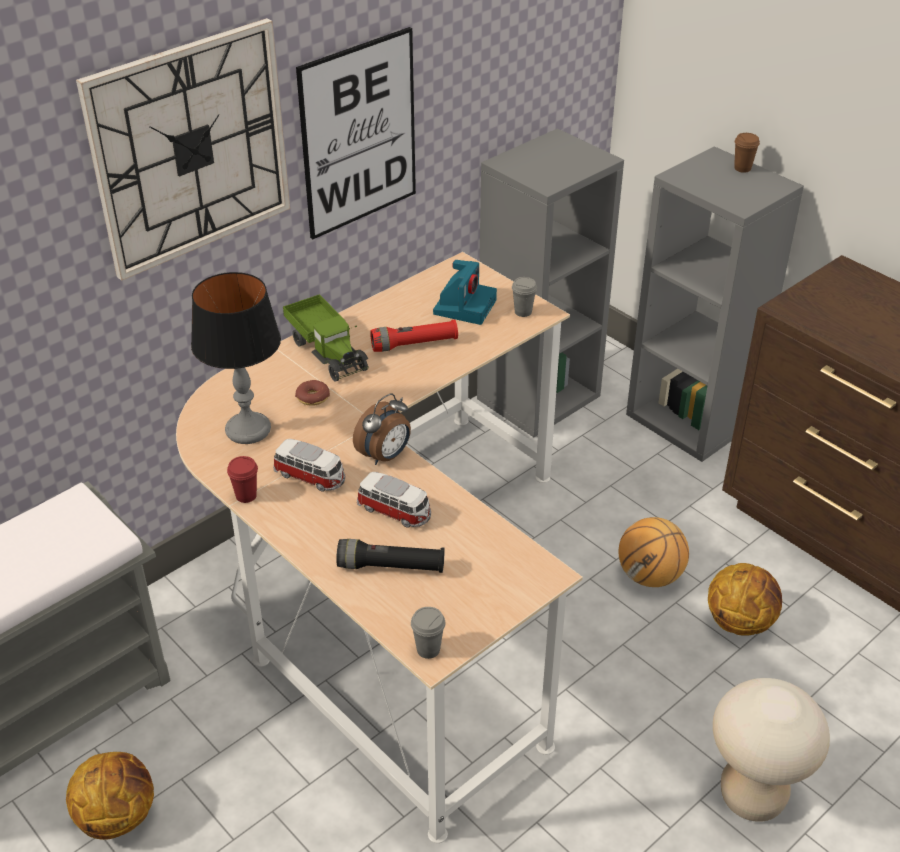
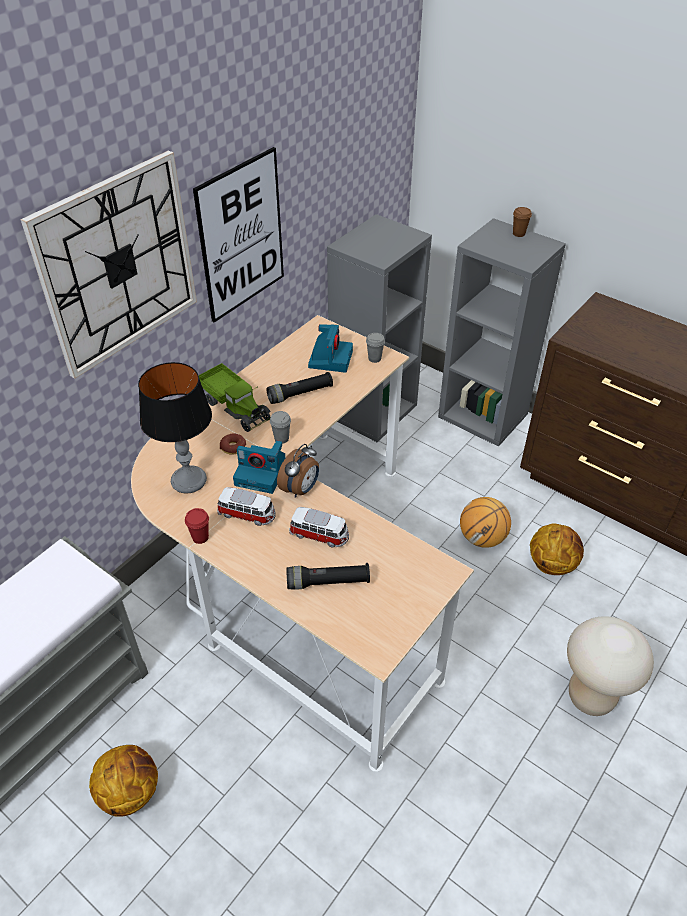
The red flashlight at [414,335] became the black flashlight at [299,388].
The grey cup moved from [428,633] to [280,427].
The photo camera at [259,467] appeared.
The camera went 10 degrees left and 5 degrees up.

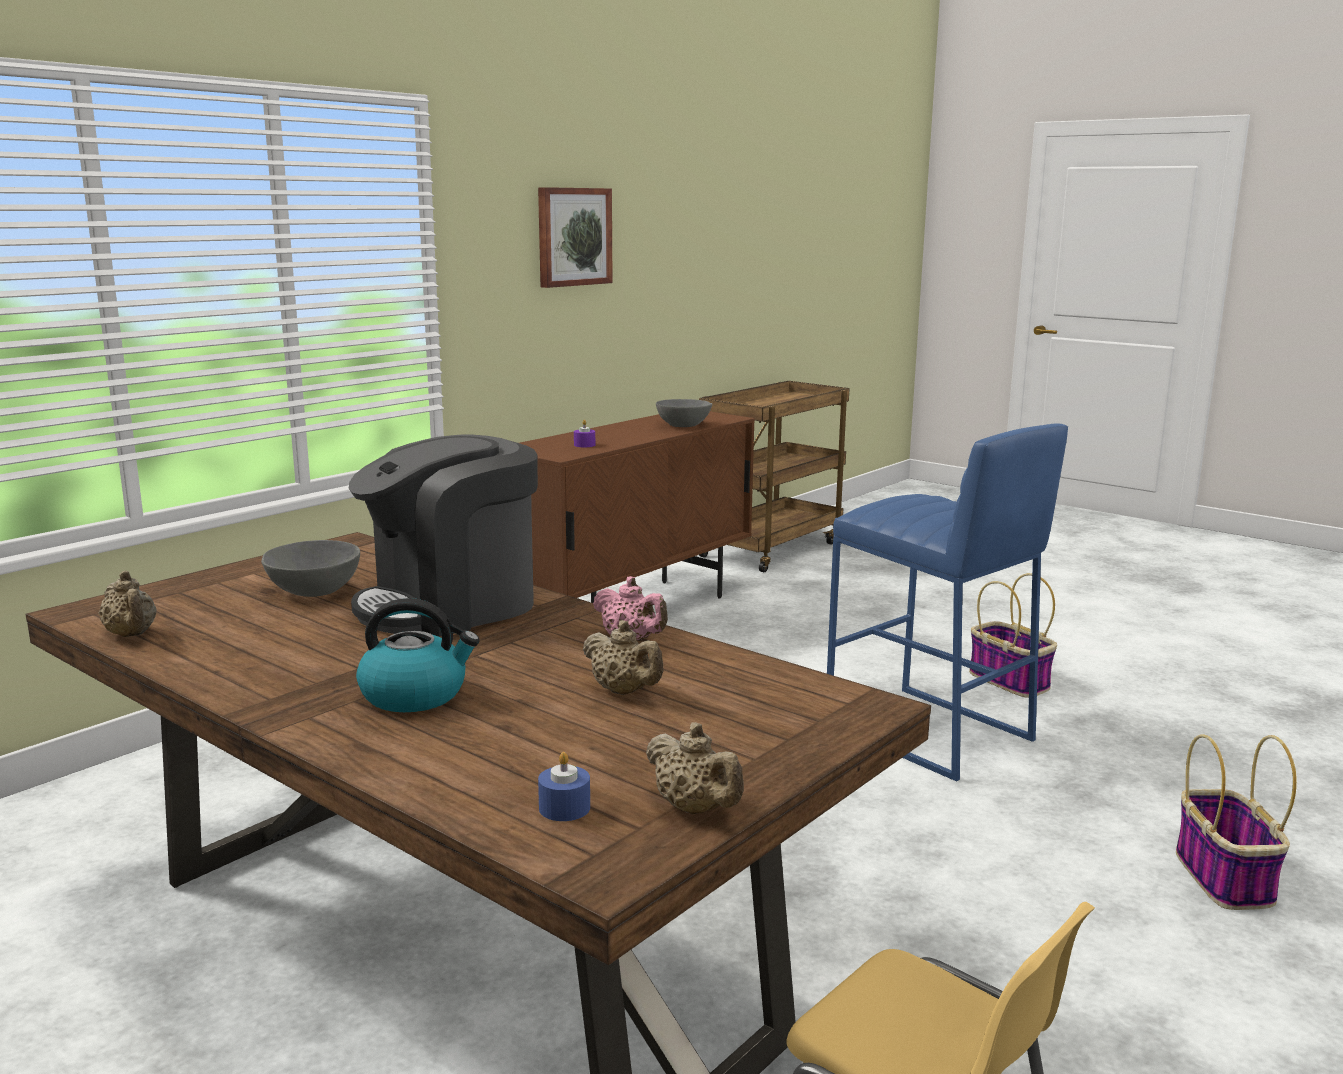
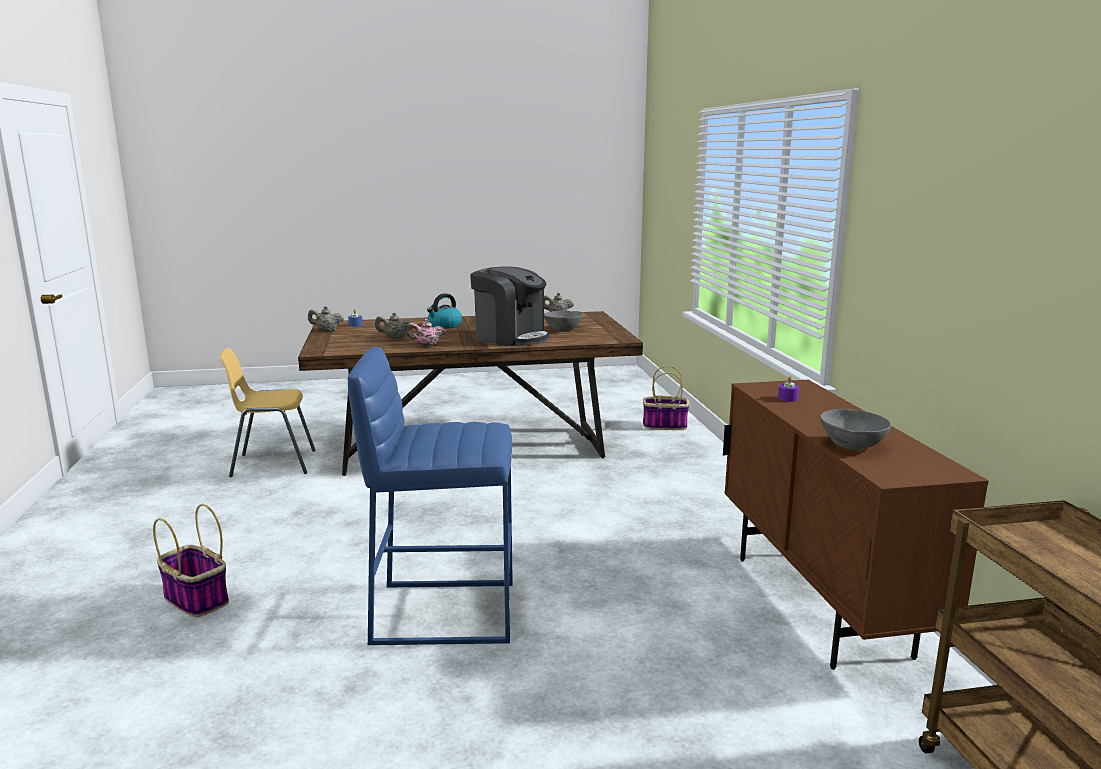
The coffee machine at [443,536] turned 120 degrees clockwise.
The picture at [575,237] disappeared.
The basket moved from [1013,635] to [666,398].
The camera went 130 degrees right and 0 degrees up.

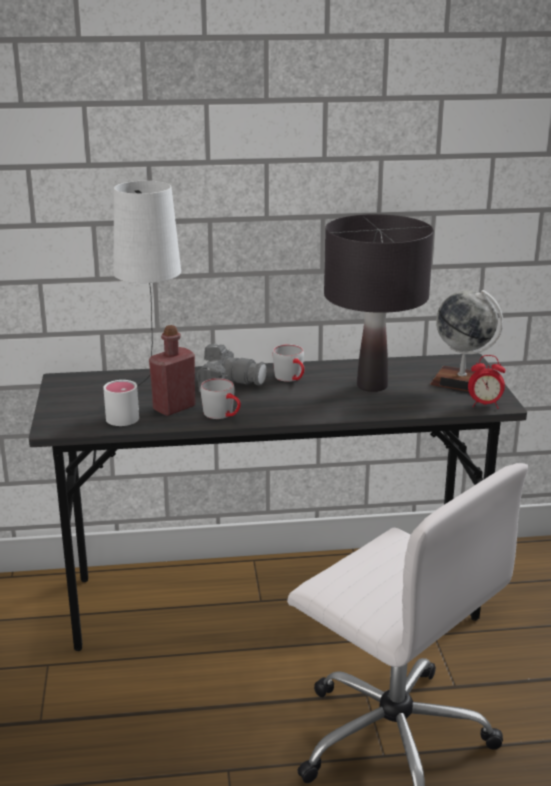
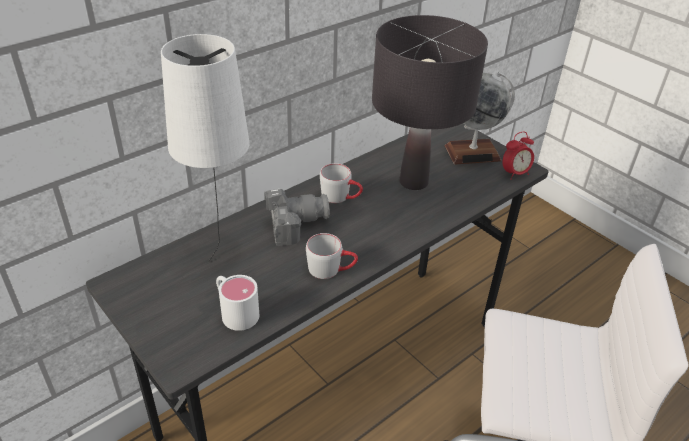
The red bottle at [172,370] disappeared.
The camera went 35 degrees left and 15 degrees up.

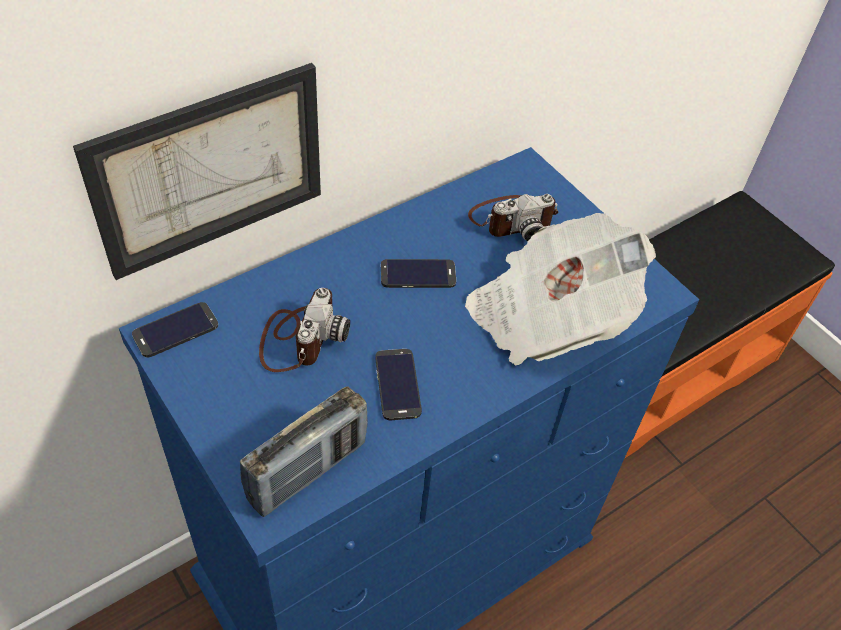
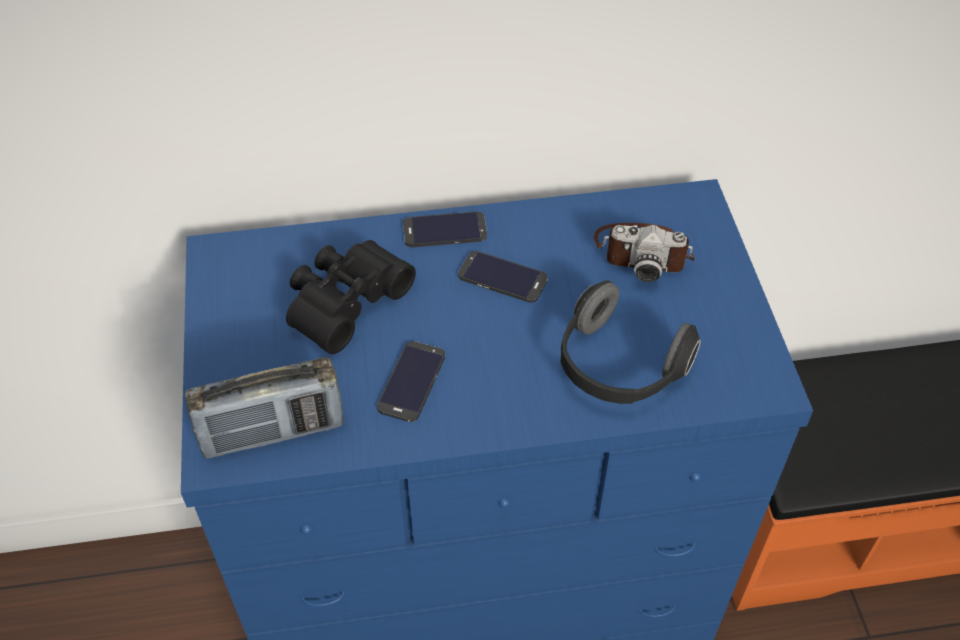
The picture at [197,171] disappeared.
The phone moved from [175,330] to [445,229].
The photo camera at [304,330] was replaced by the black binoculars at [351,297].
The newspaper at [560,289] was replaced by the headphones at [631,342].
The camera went 30 degrees right and 0 degrees up.

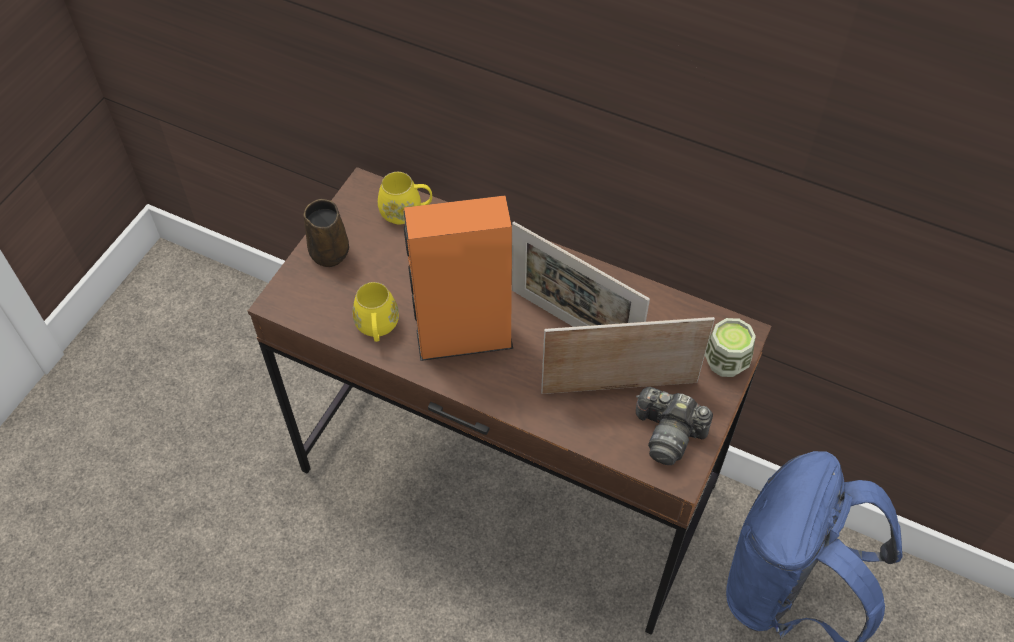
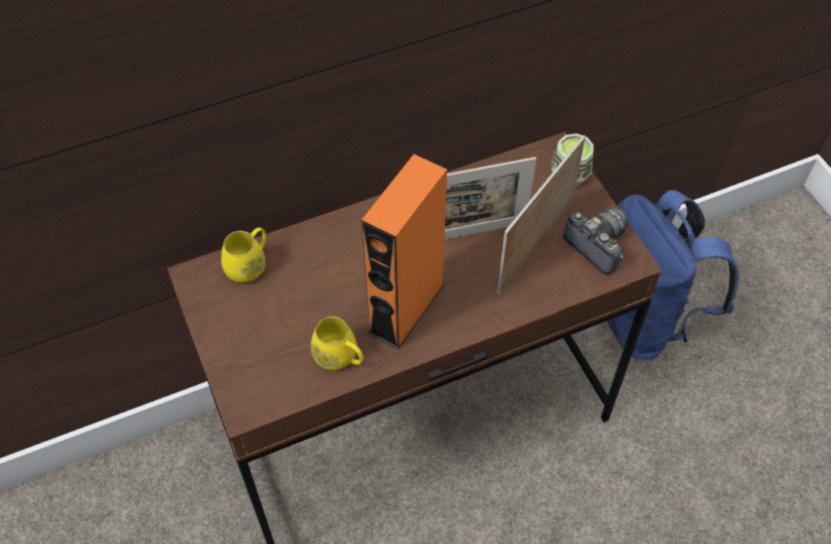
The brown mug at [326,233] disappeared.
The photo camera at [674,426] turned 105 degrees counterclockwise.
The camera went 50 degrees left and 0 degrees up.

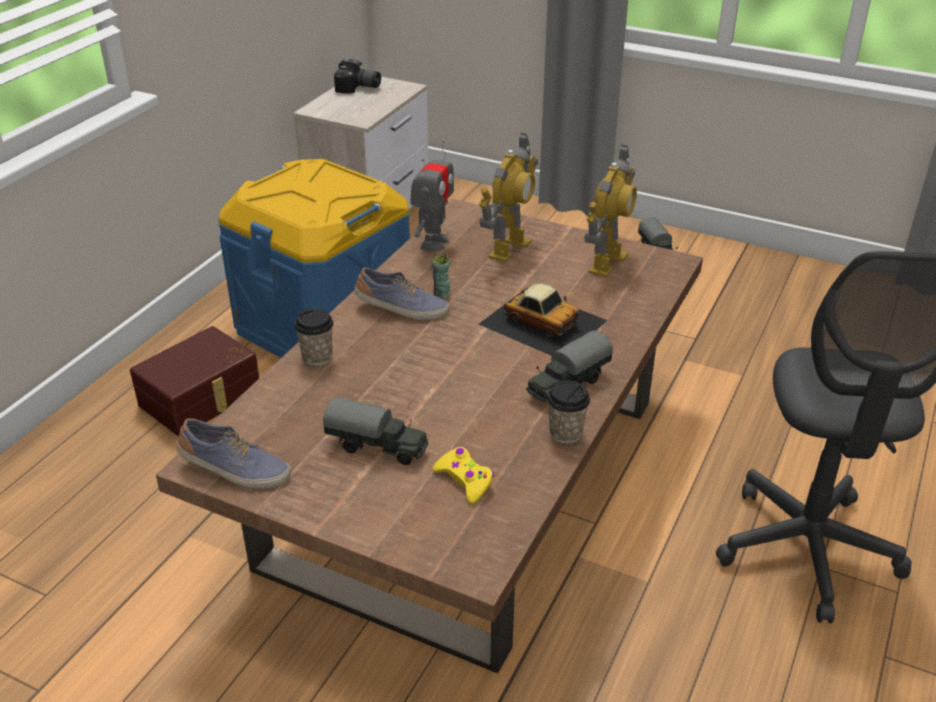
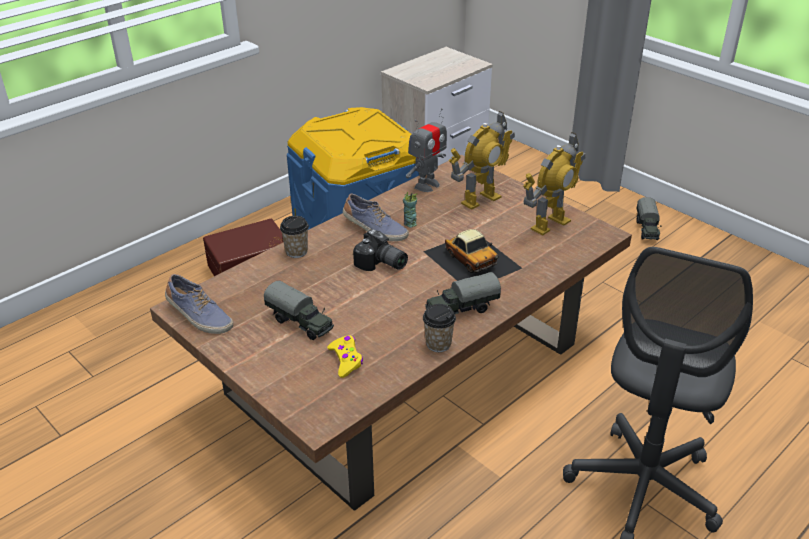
The photo camera moved from [357,76] to [380,250].
The camera went 20 degrees right and 0 degrees up.

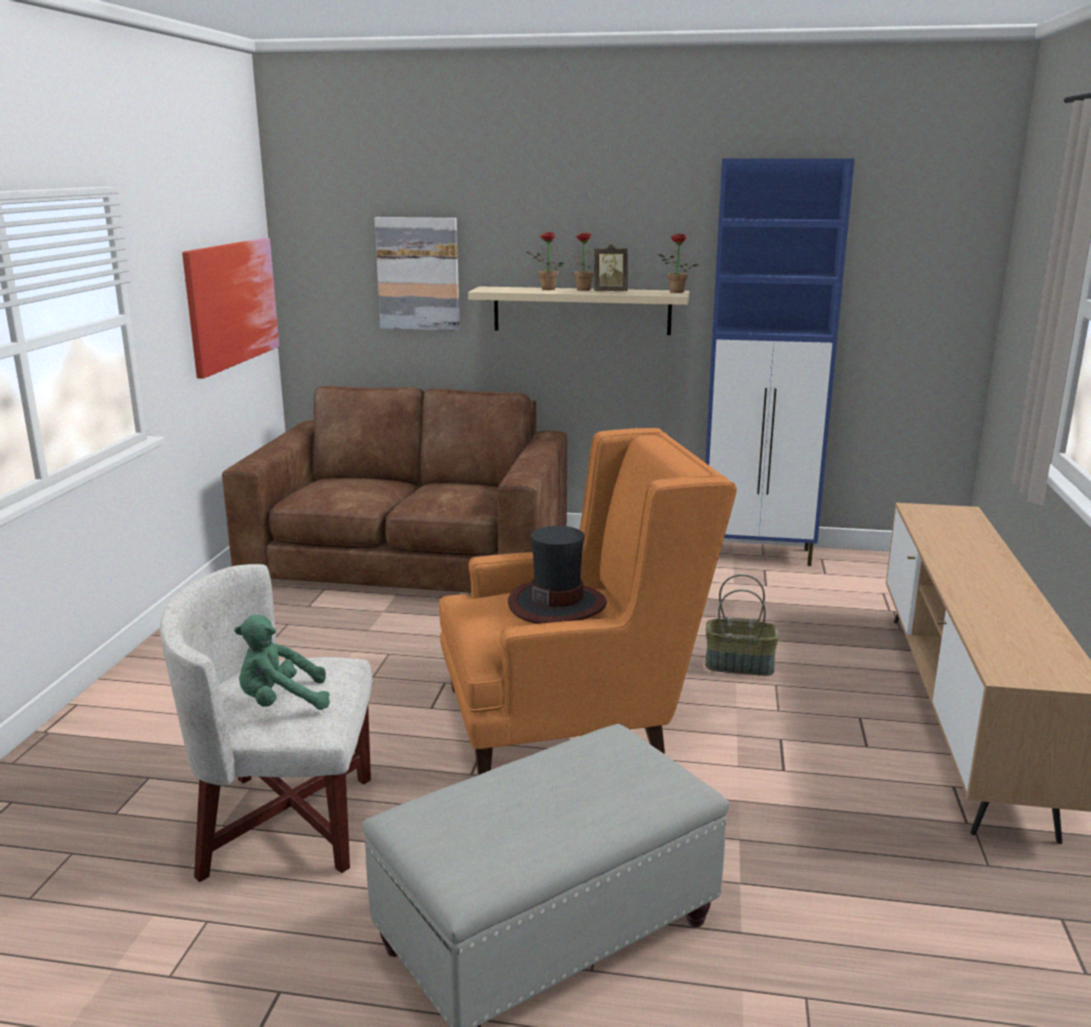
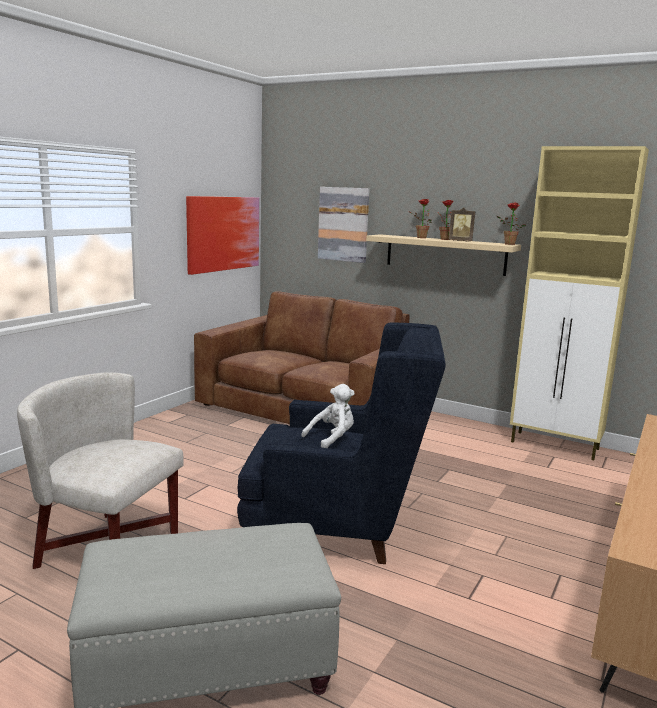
The green plush toy at [282,662] disappeared.
The orange armchair at [588,601] became the blue armchair at [341,443].
The hat at [557,575] was replaced by the white plush toy at [328,416].
The blue cabinet at [780,362] became the beige cabinet at [579,303].
The basket at [742,625] disappeared.
The camera went 20 degrees right and 5 degrees down.

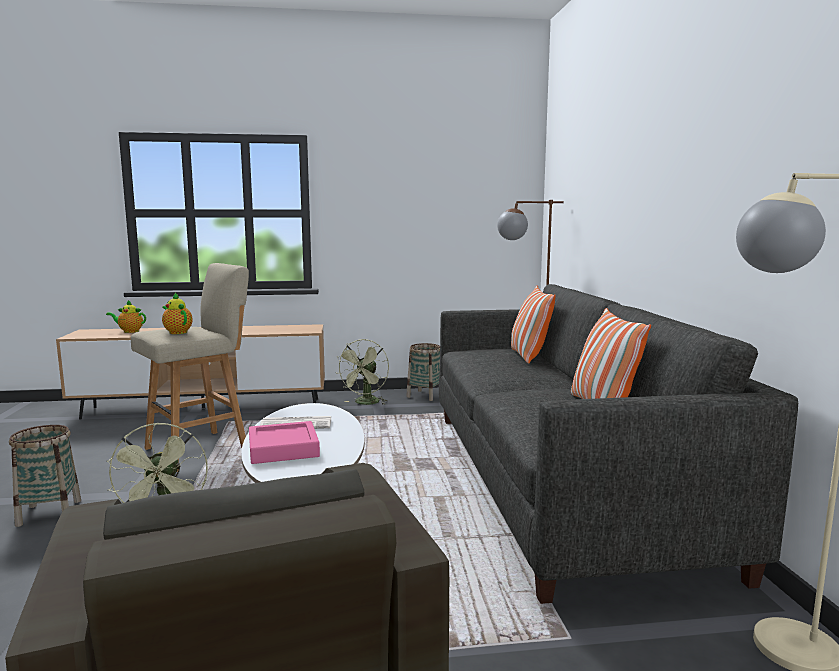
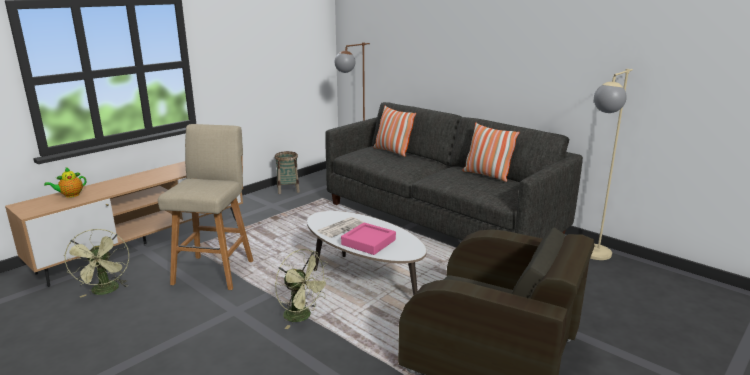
The basket at [45,476] disappeared.
The teapot at [177,313] disappeared.
The green fan moved from [363,372] to [96,263].
The camera went 40 degrees left and 10 degrees up.

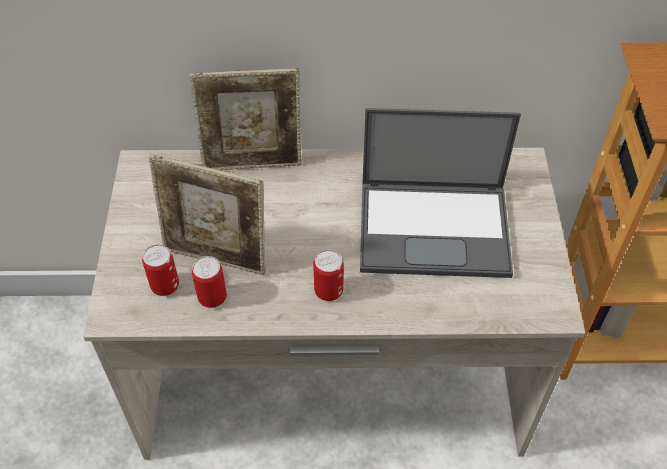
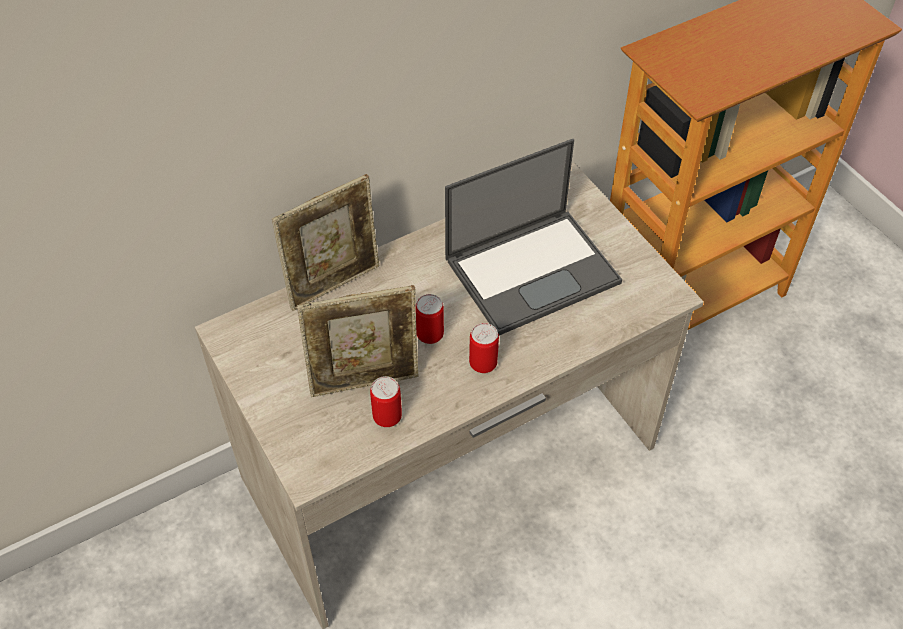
The can moved from [160,270] to [430,319].
The camera went 30 degrees left and 0 degrees up.

